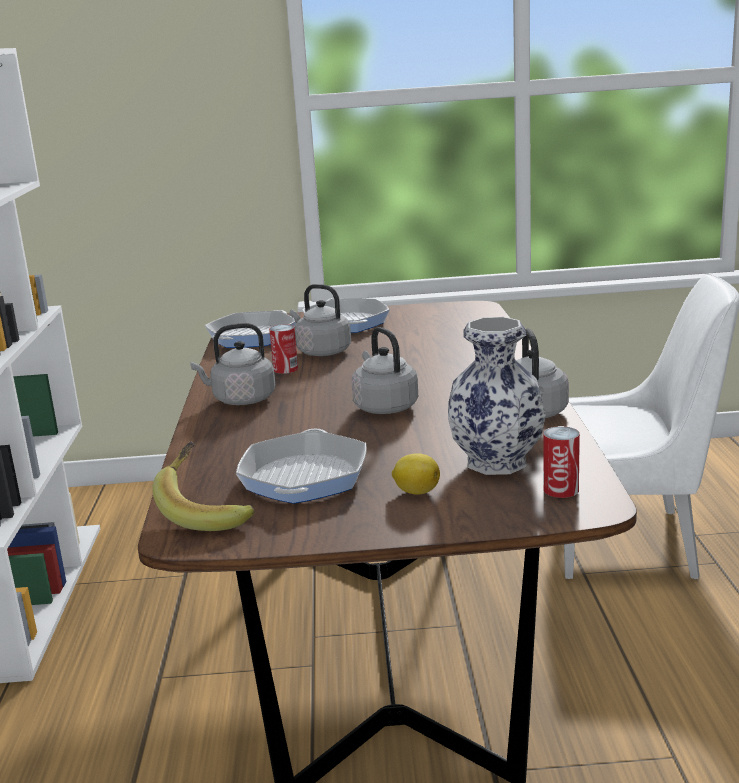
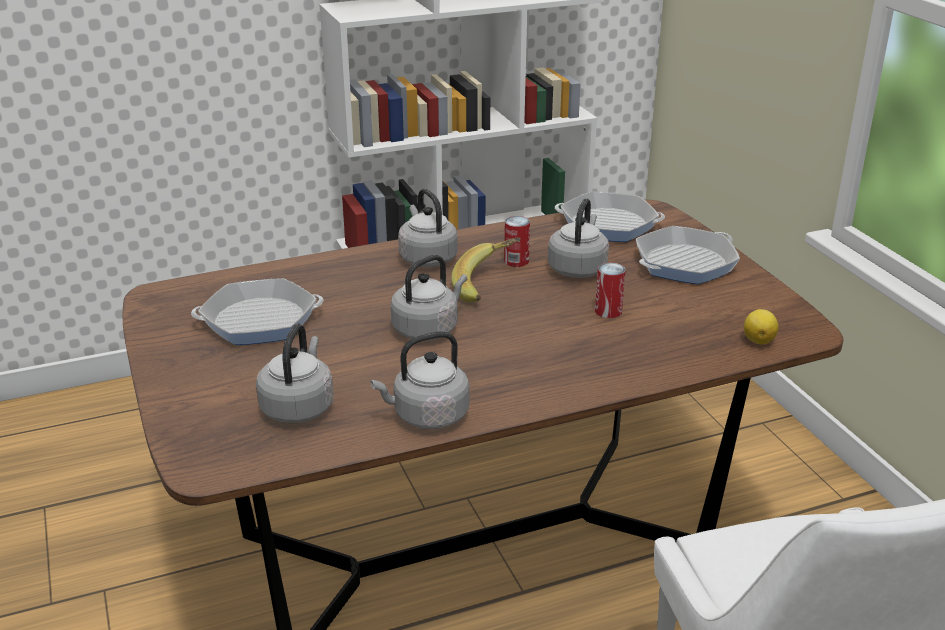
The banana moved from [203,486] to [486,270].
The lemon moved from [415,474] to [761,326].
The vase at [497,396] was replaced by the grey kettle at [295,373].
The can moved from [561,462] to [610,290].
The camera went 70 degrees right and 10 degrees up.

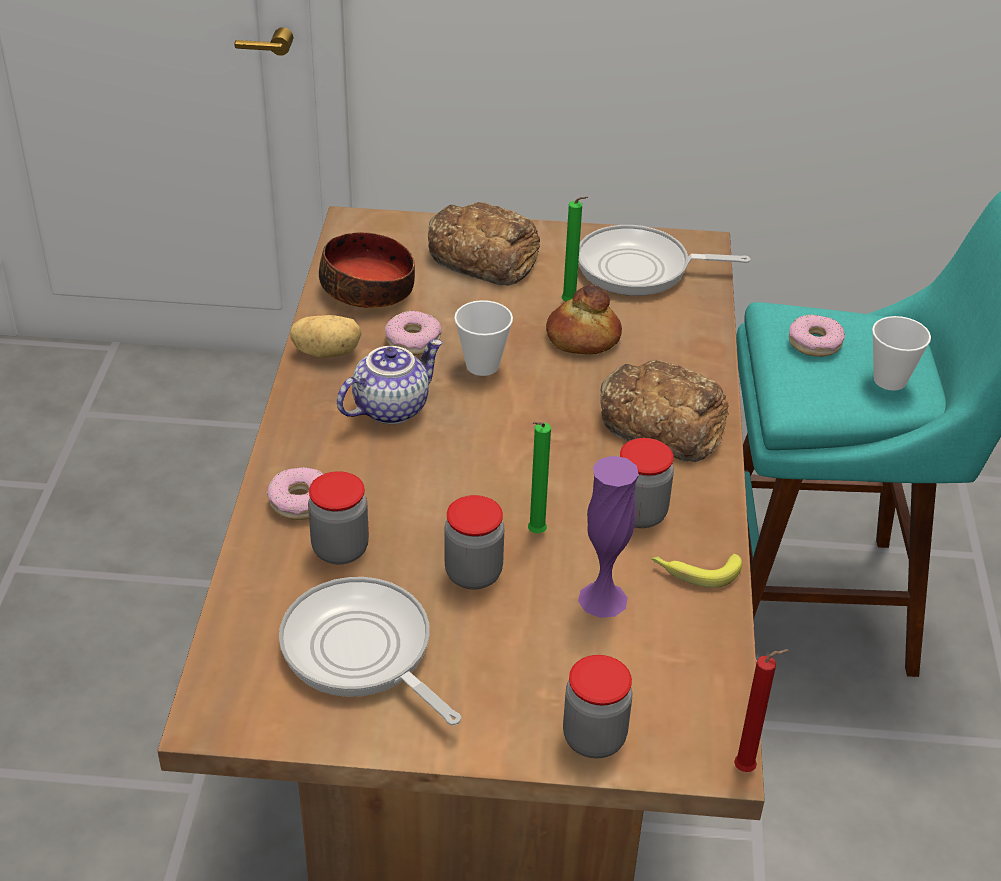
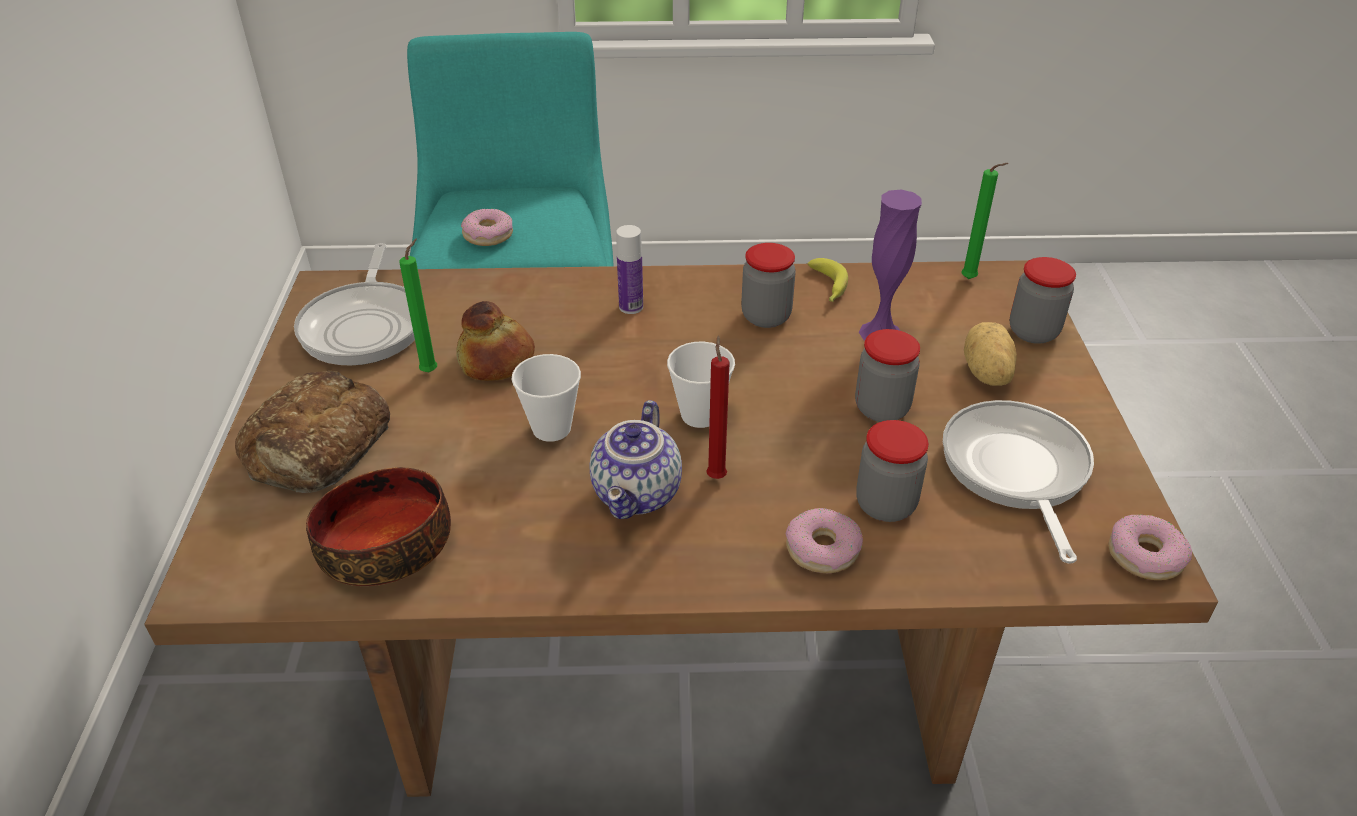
The frying pan at [370,651] turned 135 degrees clockwise.
The potato moved from [326,336] to [990,354].
The teapot at [390,381] turned 120 degrees counterclockwise.
The donut moved from [413,333] to [1150,547].
The green candle moved from [539,477] to [985,221].
The bread at [664,411] was replaced by the bottle at [629,269].
The red candle moved from [762,710] to [718,407].
The cup moved from [901,353] to [701,385].
The camera went 95 degrees left and 0 degrees up.

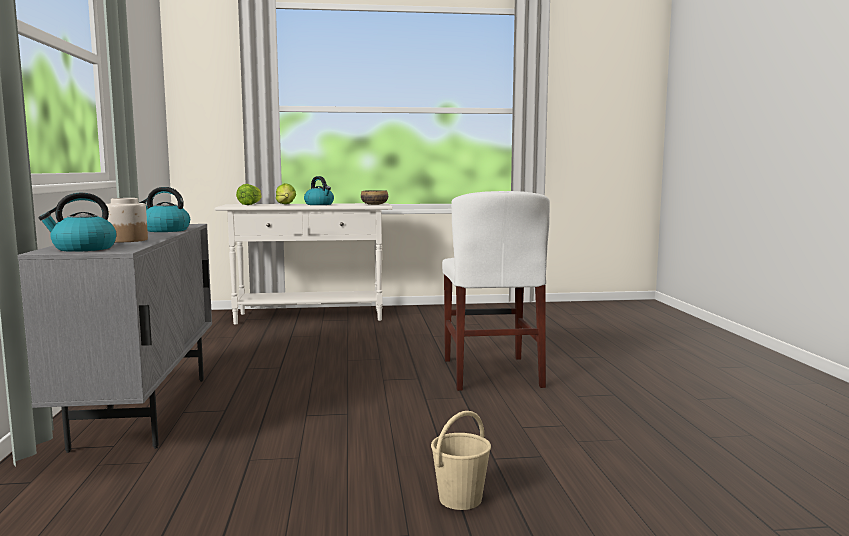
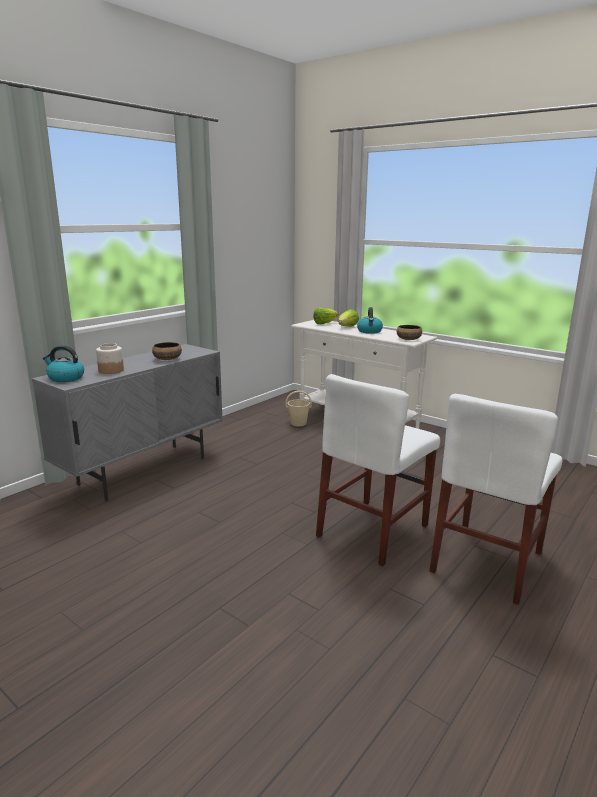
The kettle at [164,209] was replaced by the bowl at [167,351].
The beige bucket moved from [461,460] to [298,408].
The white chair at [495,499] appeared.
The camera went 45 degrees right and 10 degrees up.

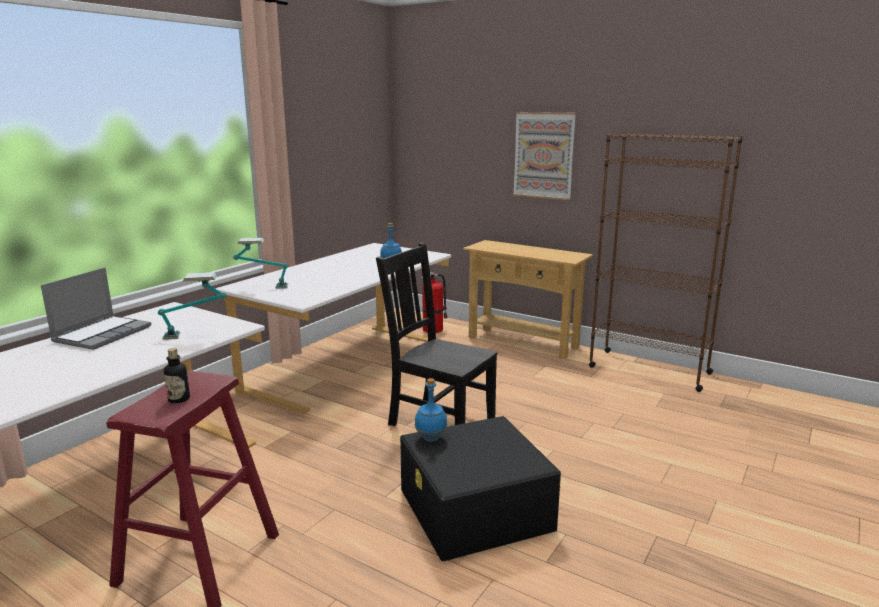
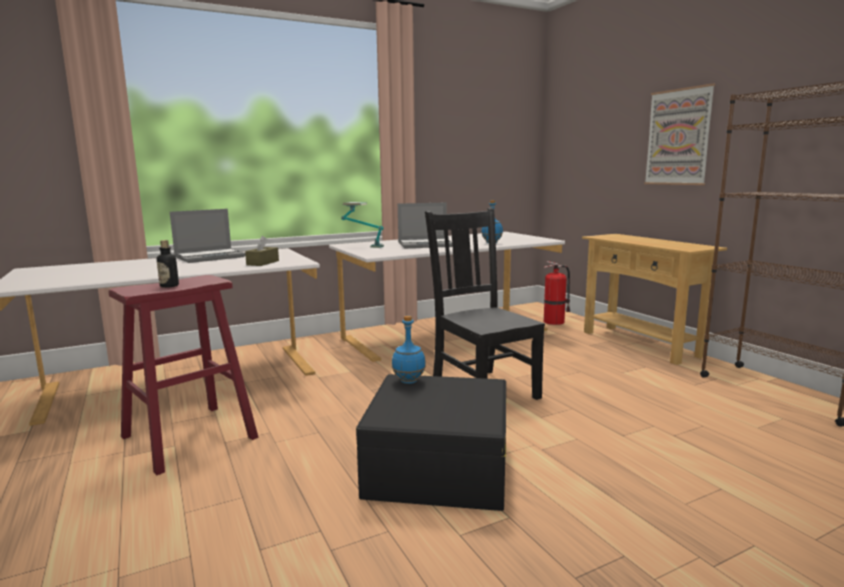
The table lamp at [192,306] was replaced by the brown tissue box at [262,251].
The laptop at [425,225] appeared.
The camera went 30 degrees right and 5 degrees down.

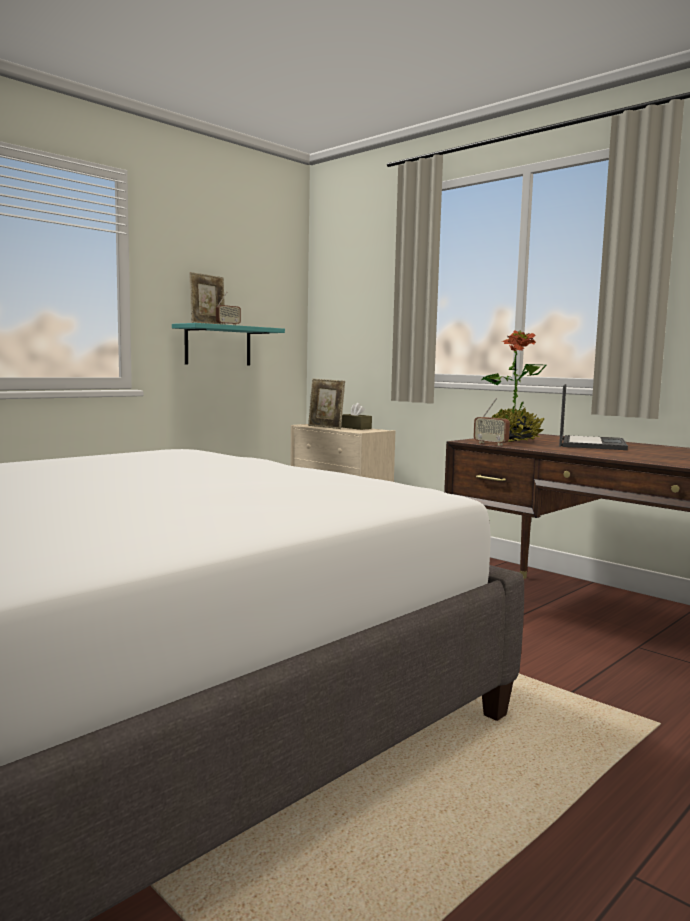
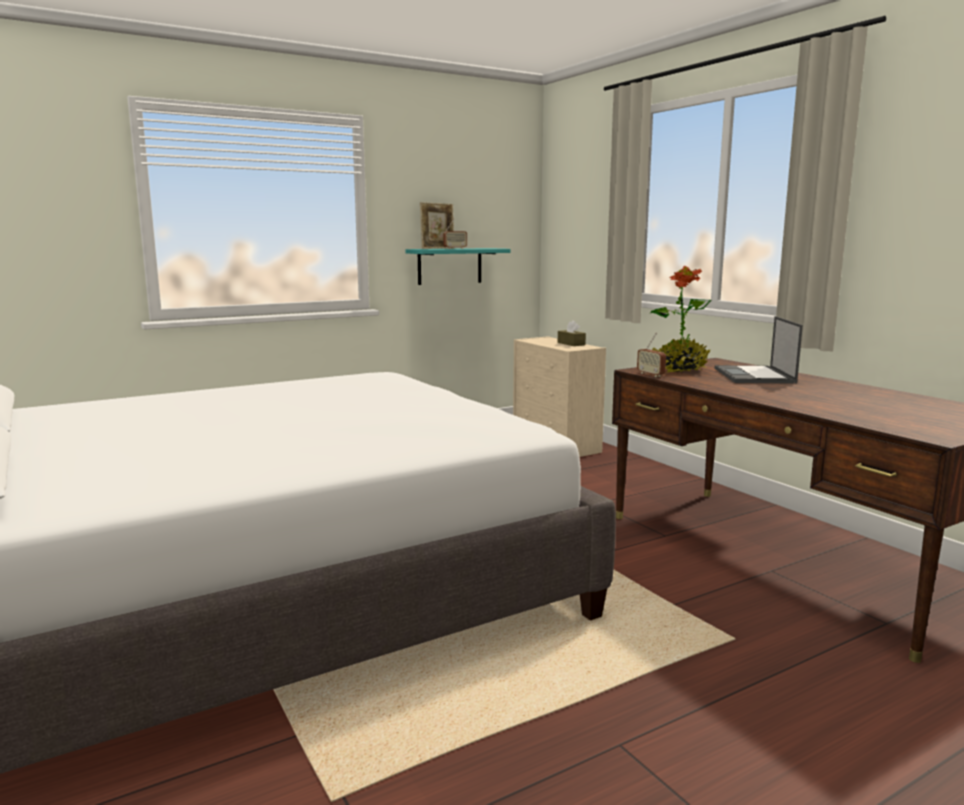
The picture frame at [326,404] disappeared.
The laptop at [593,417] turned 150 degrees clockwise.
The camera went 15 degrees right and 5 degrees up.

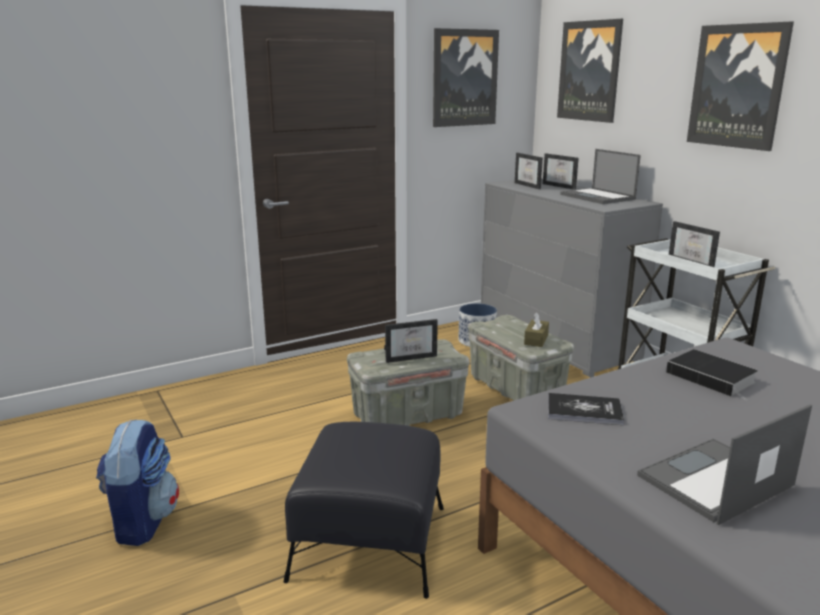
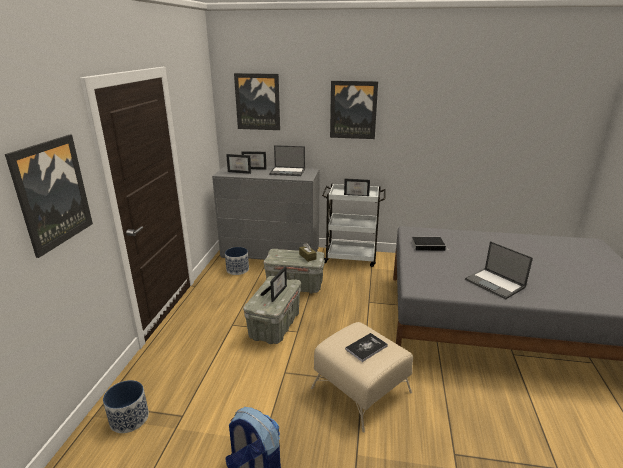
The black ottoman at [364,510] became the beige ottoman at [362,377].
The picture moved from [466,77] to [49,196].
The book moved from [586,409] to [366,347].
The laptop at [724,464] turned 45 degrees counterclockwise.
The planter at [126,406] appeared.
The camera went 50 degrees left and 5 degrees up.

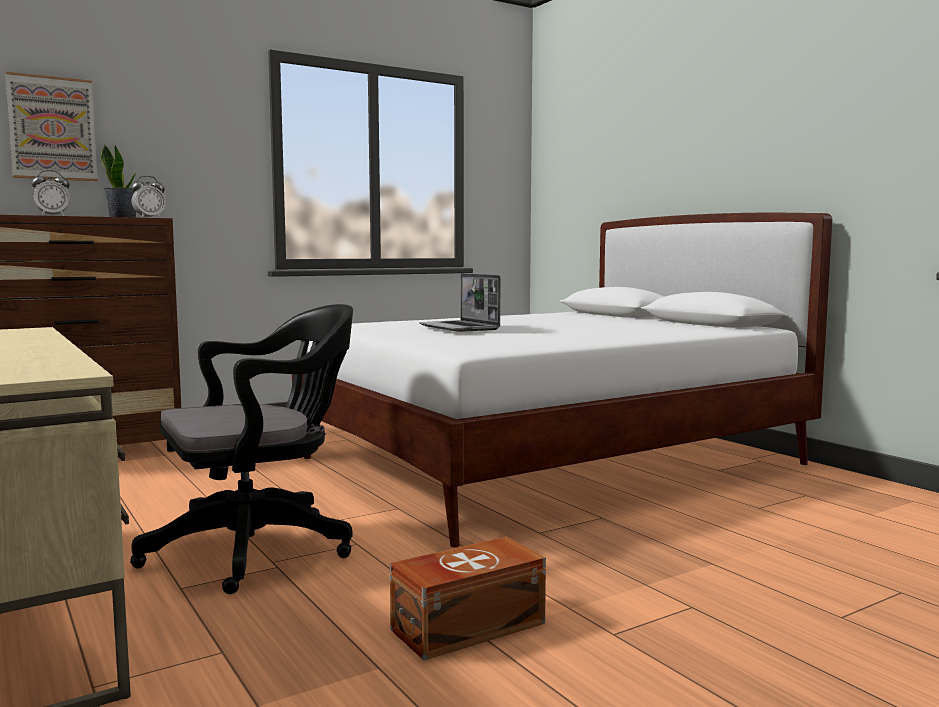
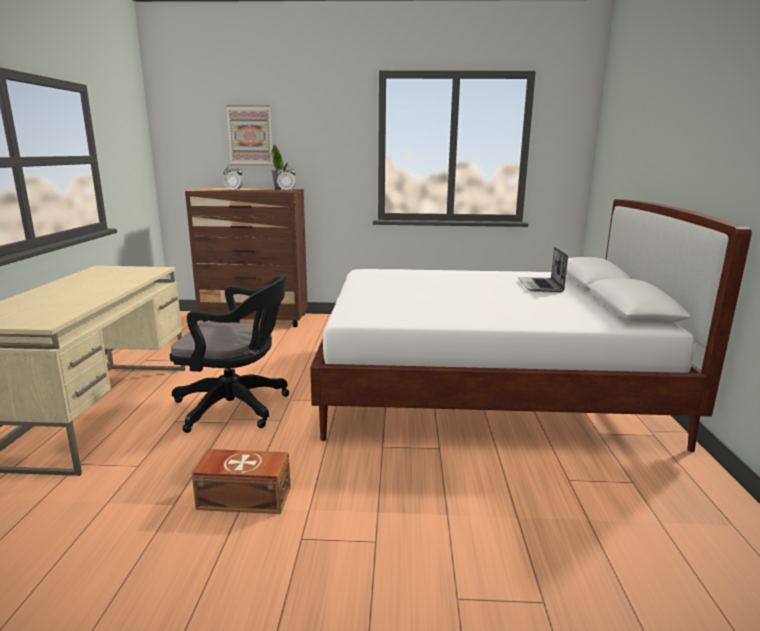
The laptop moved from [459,302] to [543,269].
The camera went 35 degrees right and 10 degrees up.

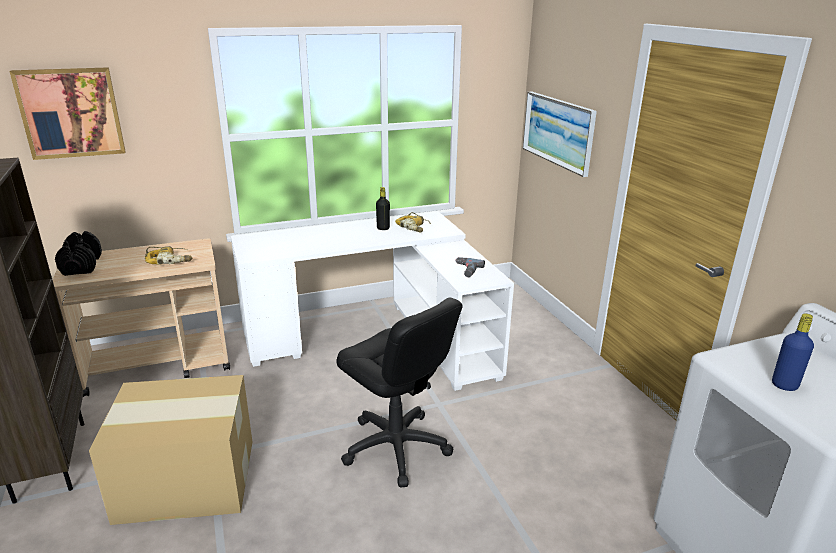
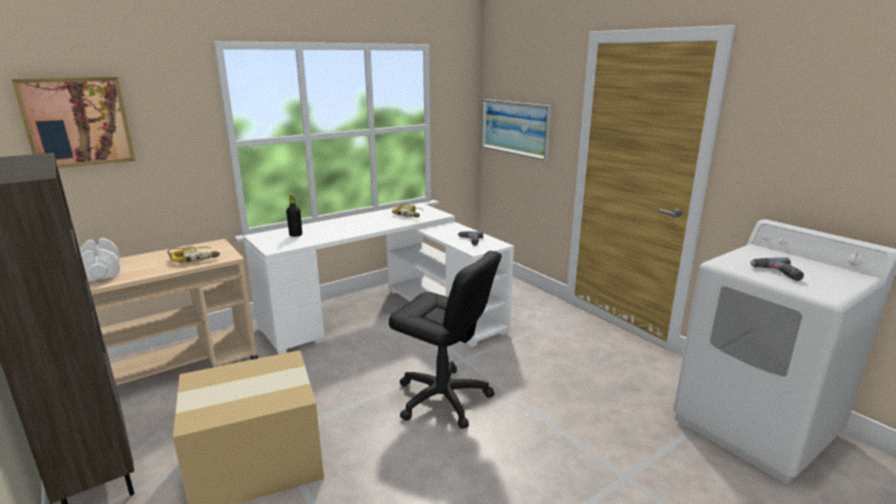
The black dumbbell at [78,253] became the white dumbbell at [100,260].
The black bottle moved from [383,208] to [294,215].
The blue bottle at [793,352] was replaced by the power drill at [777,269].
The camera went 15 degrees left and 5 degrees down.

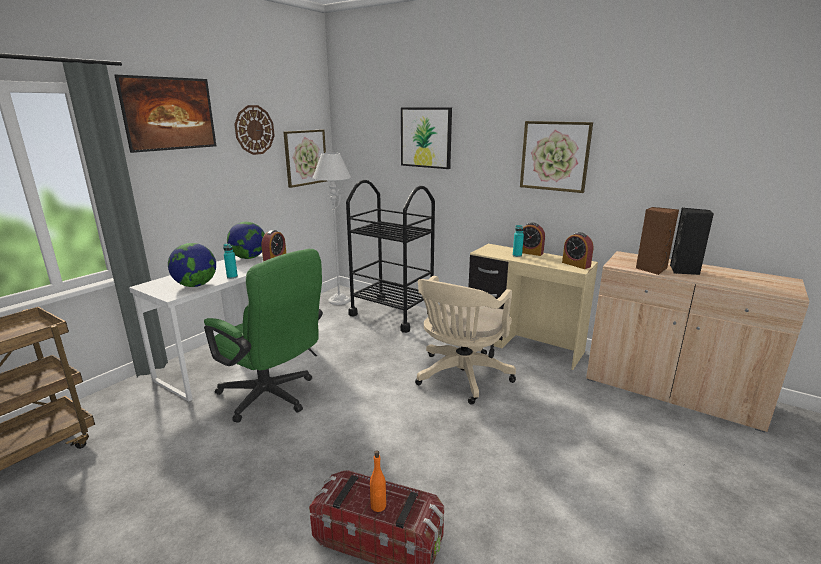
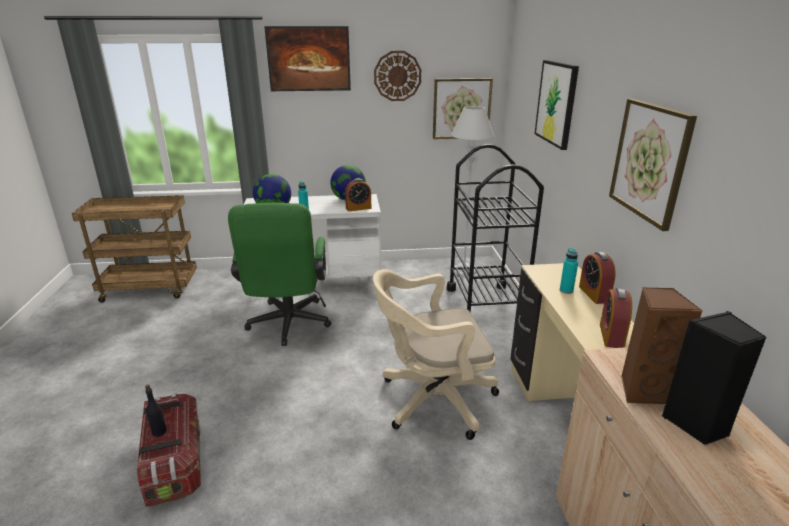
The orange bottle at [378,481] became the black bottle at [156,410].
The camera went 50 degrees right and 5 degrees up.

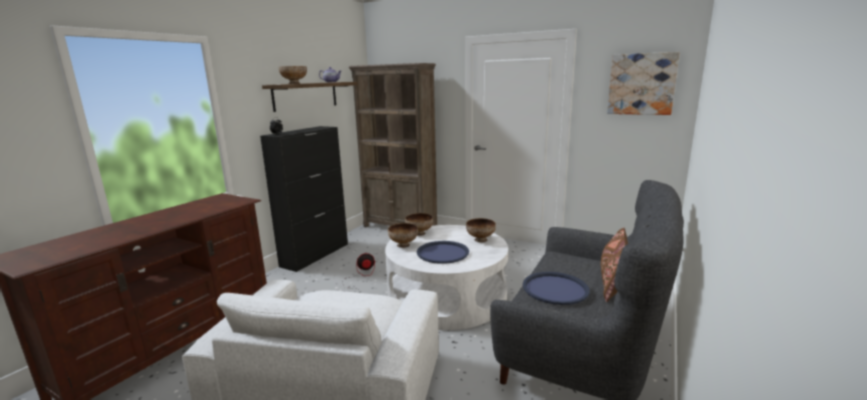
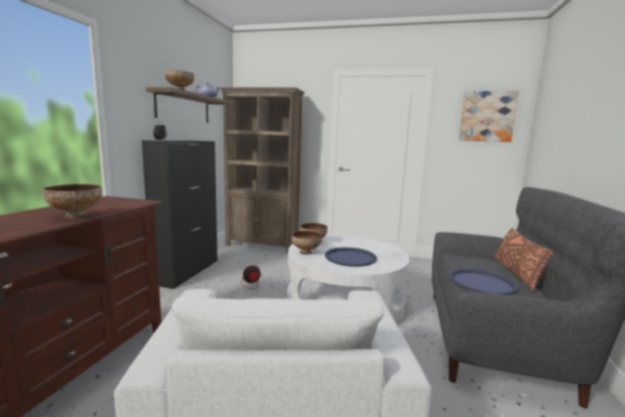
The bowl moved from [481,230] to [72,201].
The camera went 15 degrees left and 5 degrees down.

